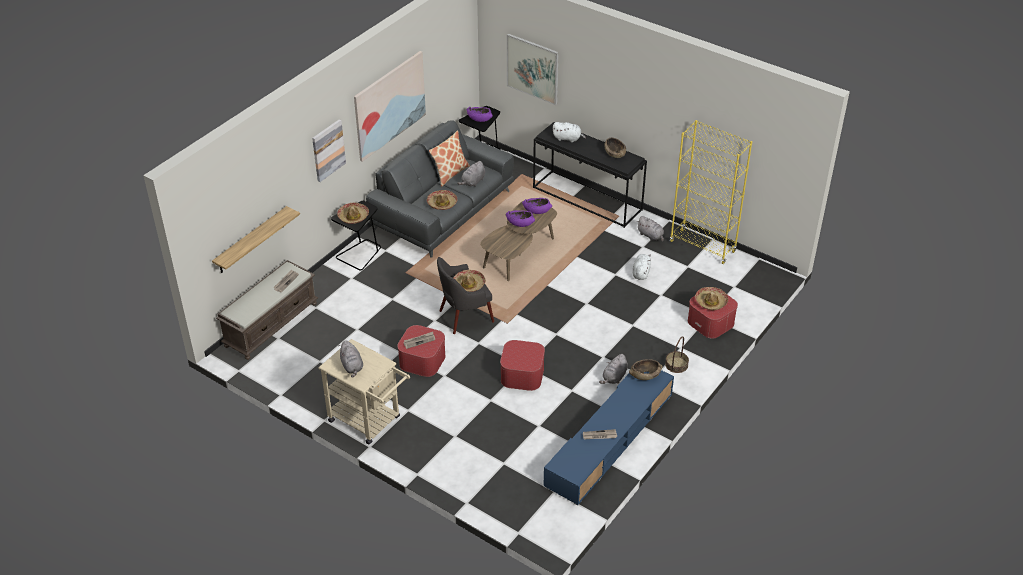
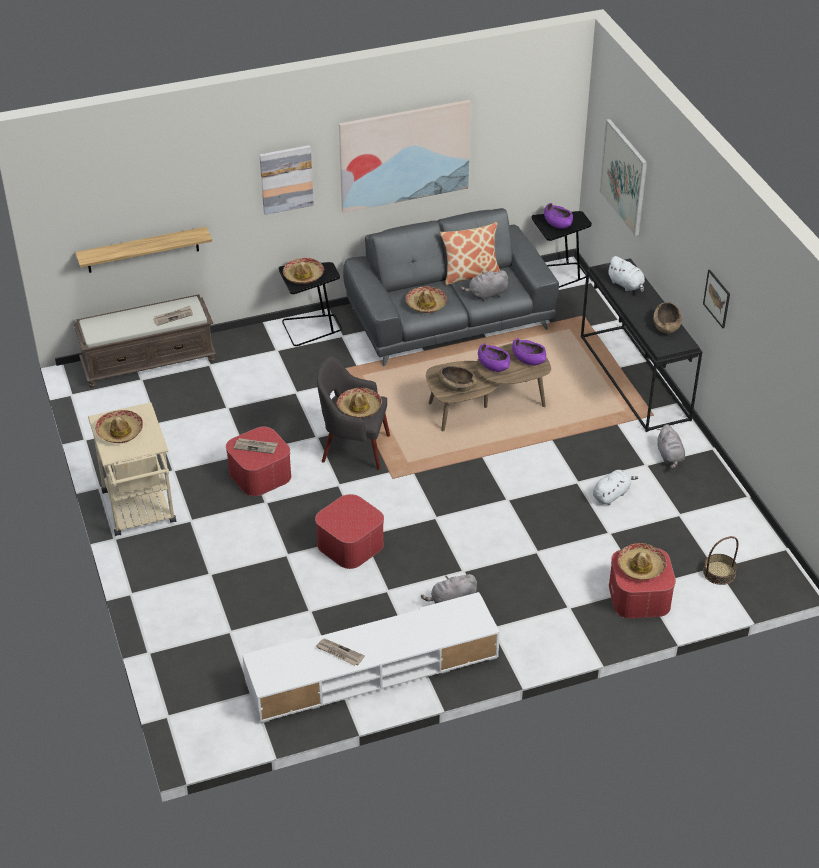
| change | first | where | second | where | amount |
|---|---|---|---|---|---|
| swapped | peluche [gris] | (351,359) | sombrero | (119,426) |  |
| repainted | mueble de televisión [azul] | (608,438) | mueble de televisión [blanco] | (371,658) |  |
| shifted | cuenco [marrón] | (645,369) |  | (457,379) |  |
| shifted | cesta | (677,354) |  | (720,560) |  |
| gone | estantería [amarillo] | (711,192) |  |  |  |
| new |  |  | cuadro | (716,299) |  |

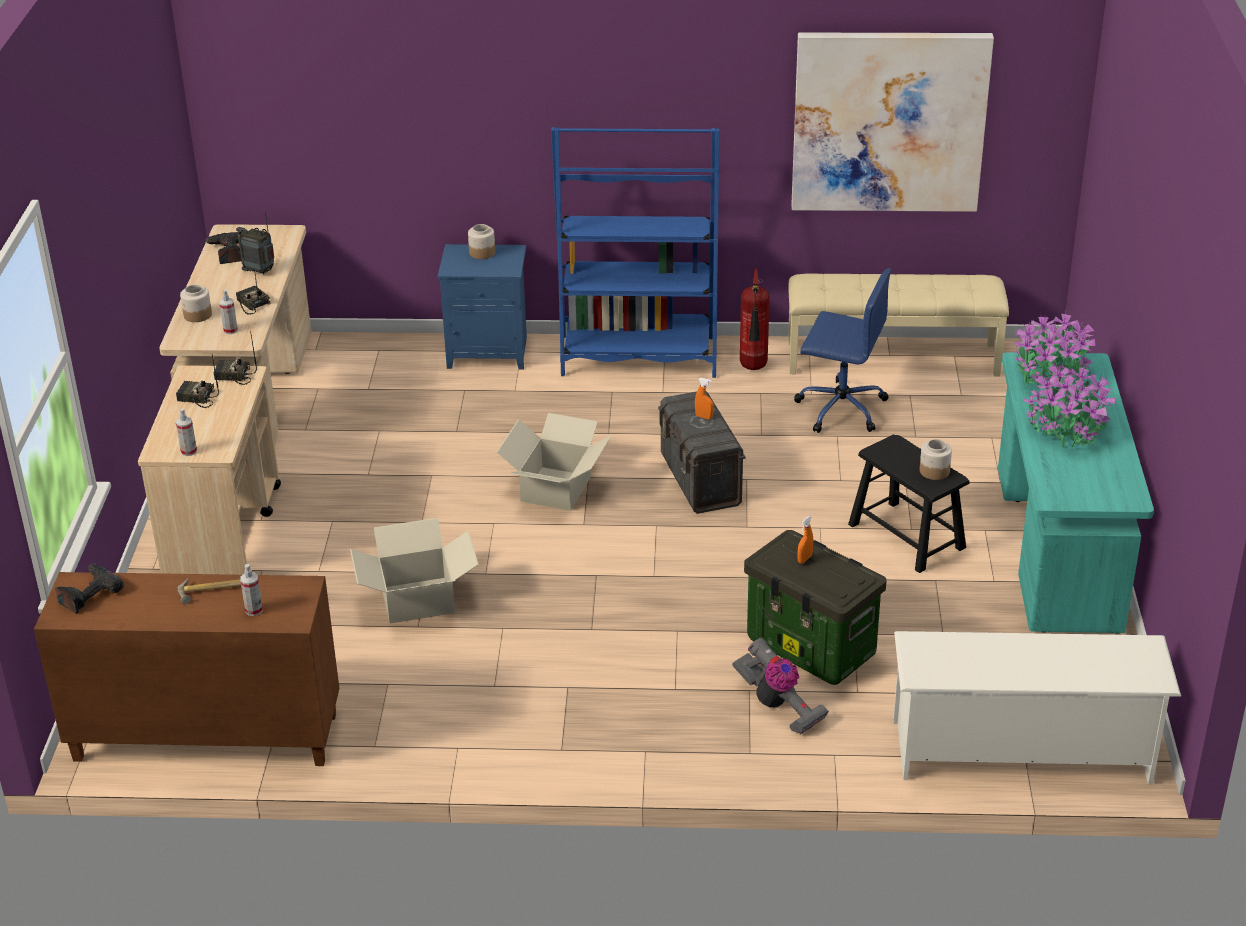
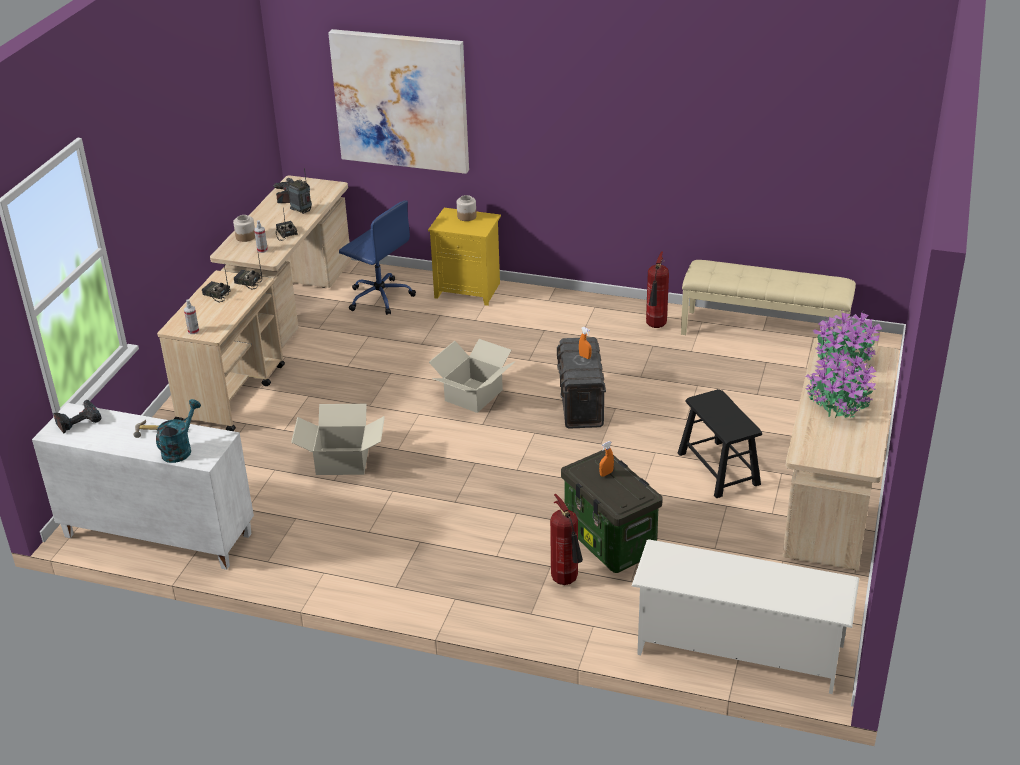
| change | first | where | second | where | amount |
|---|---|---|---|---|---|
| repainted | armario [marrón] | (187,669) | armario [blanco] | (143,486) |  |
| swapped | pulverizador | (251,590) | regadera [turquesa] | (178,431) |  |
| repainted | mesita de noche [azul] | (482,306) | mesita de noche [amarillo] | (464,257) |  |
| gone | estantería [azul] | (635,252) |  |  |  |
| swapped | aspiradora | (780,686) | extintor | (566,539) |  |
| shifted | cuadro | (892,122) |  | (398,101) |  |
| shifted | silla de oficina [azul] | (842,350) |  | (377,257) |  |
| gone | tarro | (936,459) |  |  |  |
| repainted | escritorio [turquesa] | (1076,493) | escritorio [beis] | (841,454) |  |

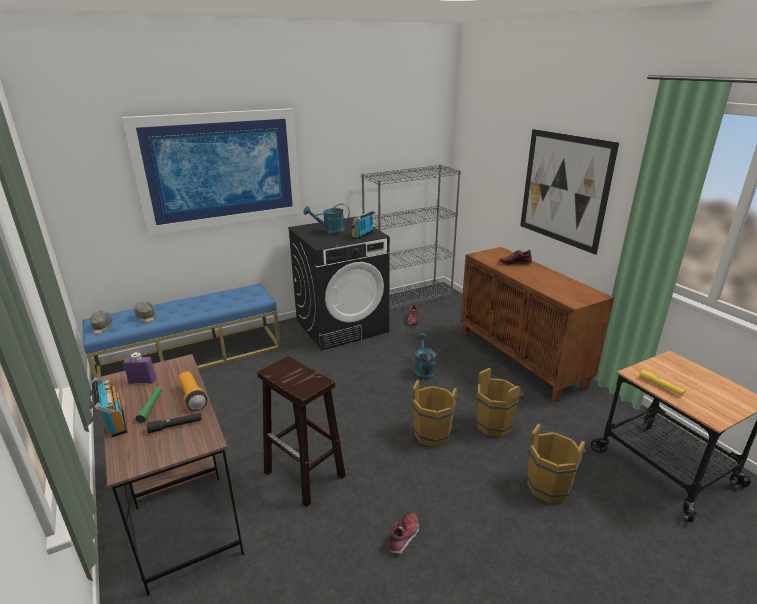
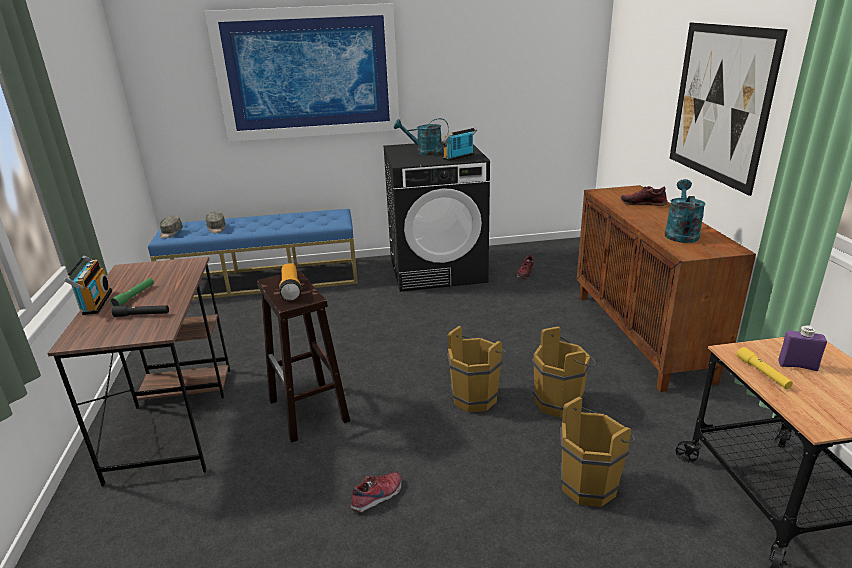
| change | first | where | second | where | amount |
|---|---|---|---|---|---|
| shifted | botella [morado] | (139,368) |  | (802,348) |  |
| shifted | linterna | (192,391) |  | (290,282) |  |
| gone | estantería [gris] | (411,237) |  |  |  |
| shifted | regadera [turquesa] | (425,357) |  | (685,211) |  |

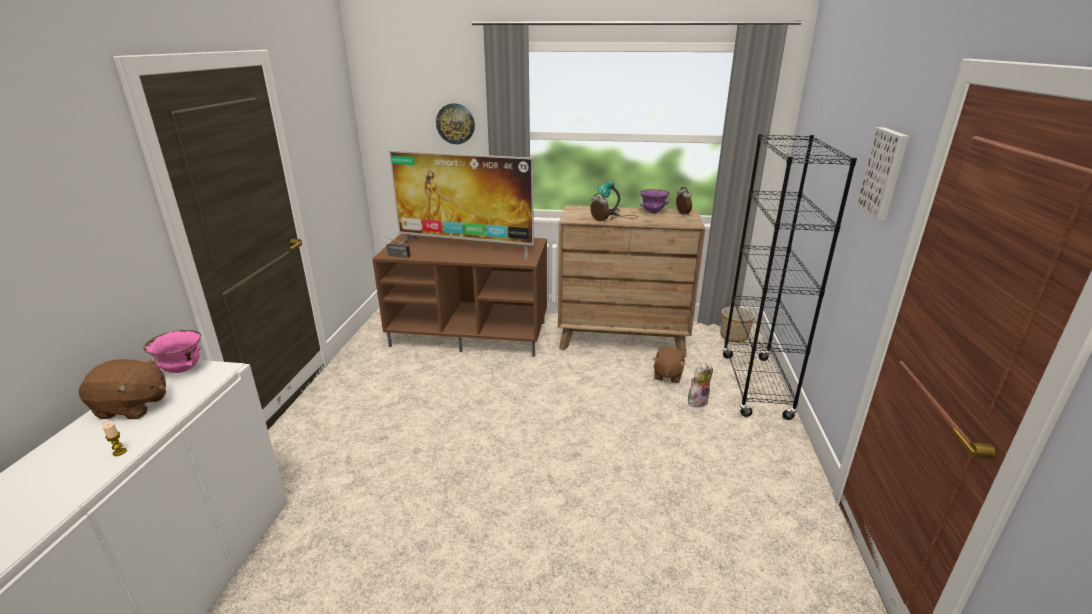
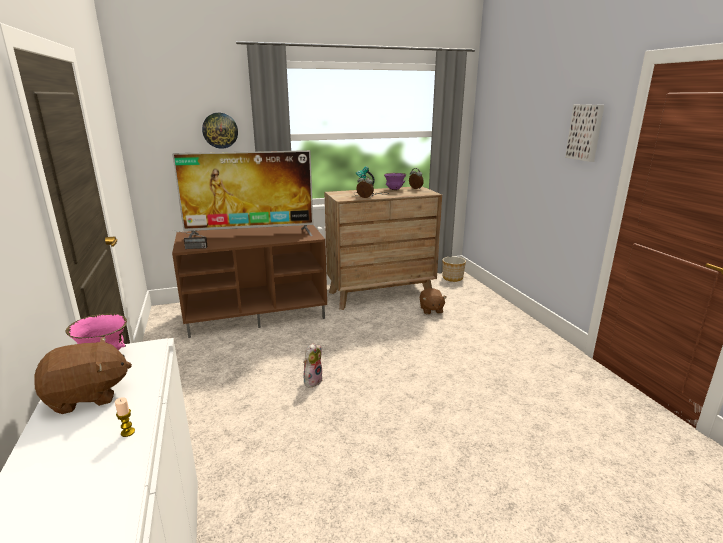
| change | first | where | second | where | amount |
|---|---|---|---|---|---|
| shifted | peluche | (700,385) |  | (313,365) |  |
| gone | estantería [negro] | (789,277) |  |  |  |

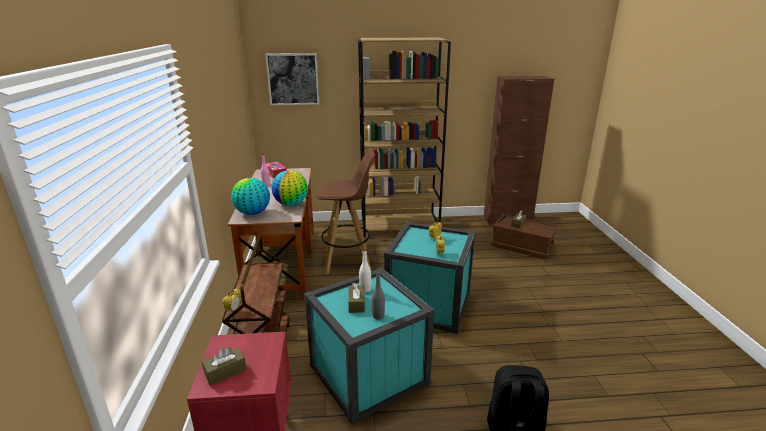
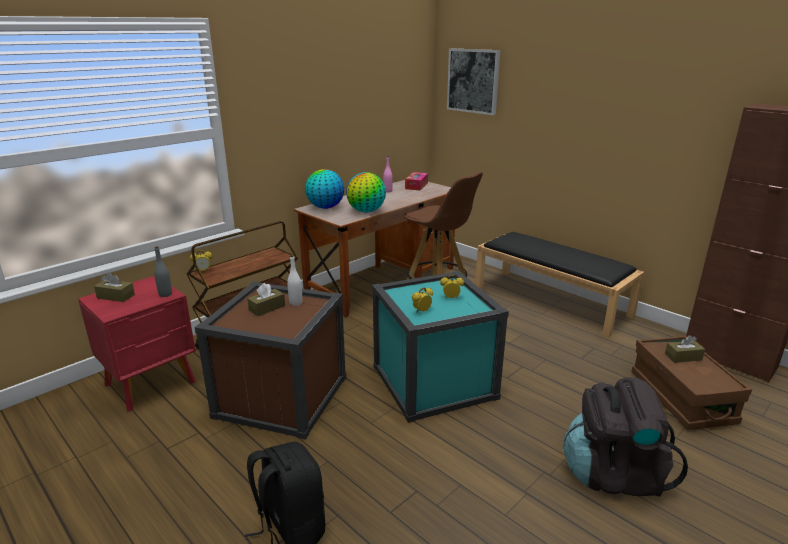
| change | first | where | second | where | amount |
|---|---|---|---|---|---|
| repainted | caja de almacenaje [turquesa] | (369,346) | caja de almacenaje [marrón] | (270,360) |  |
| swapped | estantería [marrón] | (404,137) | banco [negro] | (559,285) |  |
| shifted | botella [gris] | (378,296) |  | (163,271) |  |
| new |  |  | mochila [negro] | (625,437) |  |

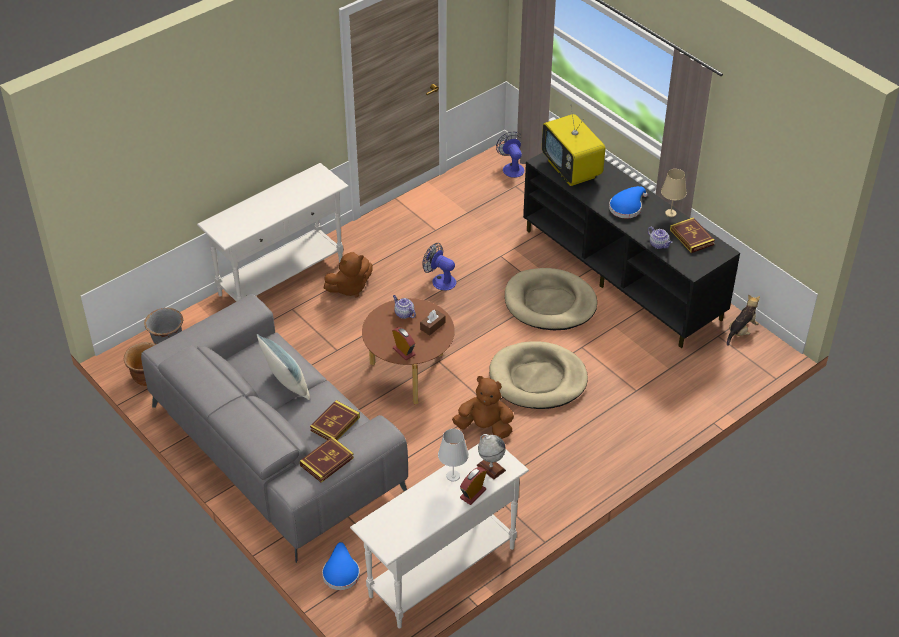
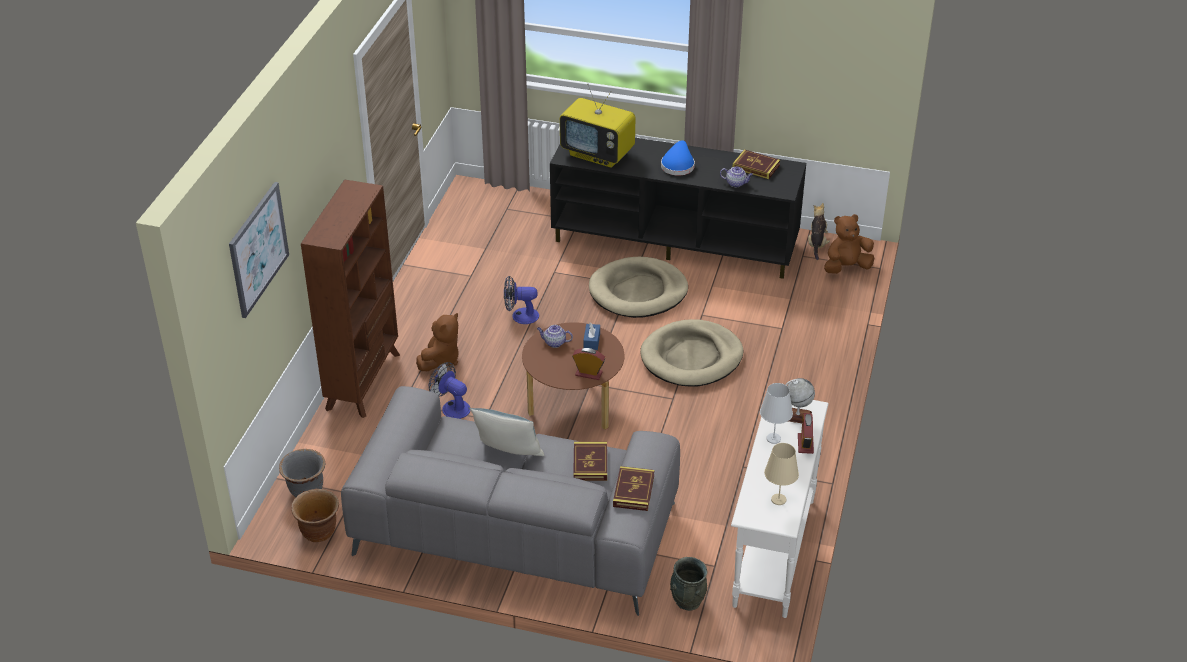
| change | first | where | second | where | amount |
|---|---|---|---|---|---|
| swapped | mesa consola [blanco] | (273,232) | estantería [marrón] | (350,298) |  |
| swapped | sombrero [azul] | (341,566) | florero [gris] | (689,584) |  |
| repainted | caja de pañuelos [marrón] | (433,322) | caja de pañuelos [azul] | (591,336) |  |
| shifted | peluche [marrón] | (483,407) |  | (849,244) |  |
| shifted | ventilador | (510,155) |  | (449,390) |  |
| shifted | lámpara de mesa [beis] | (674,193) |  | (781,474) |  |
| new |  |  | cuadro | (259,250) |  |

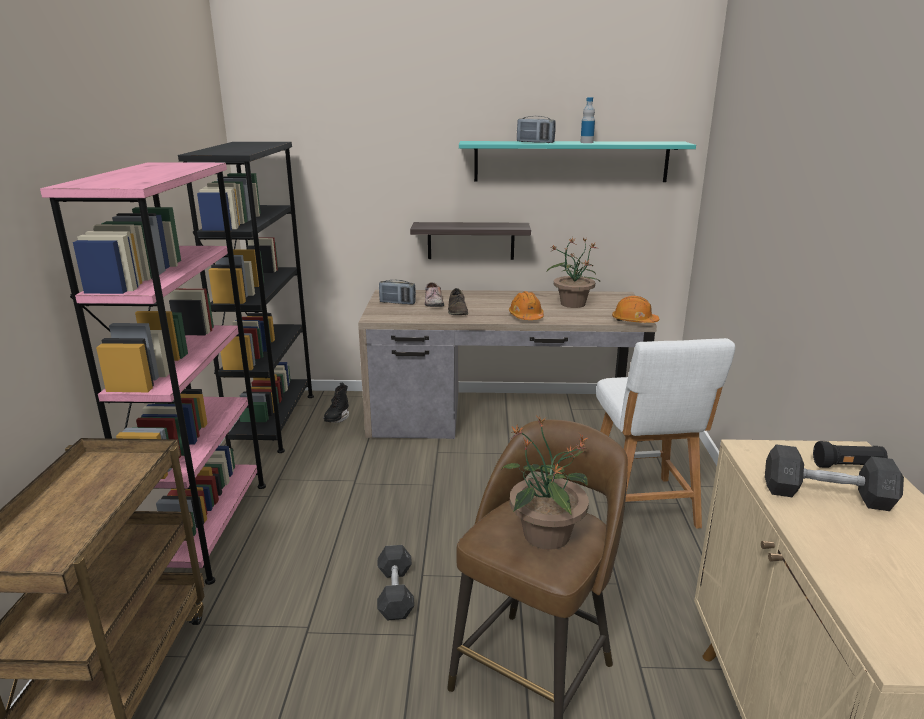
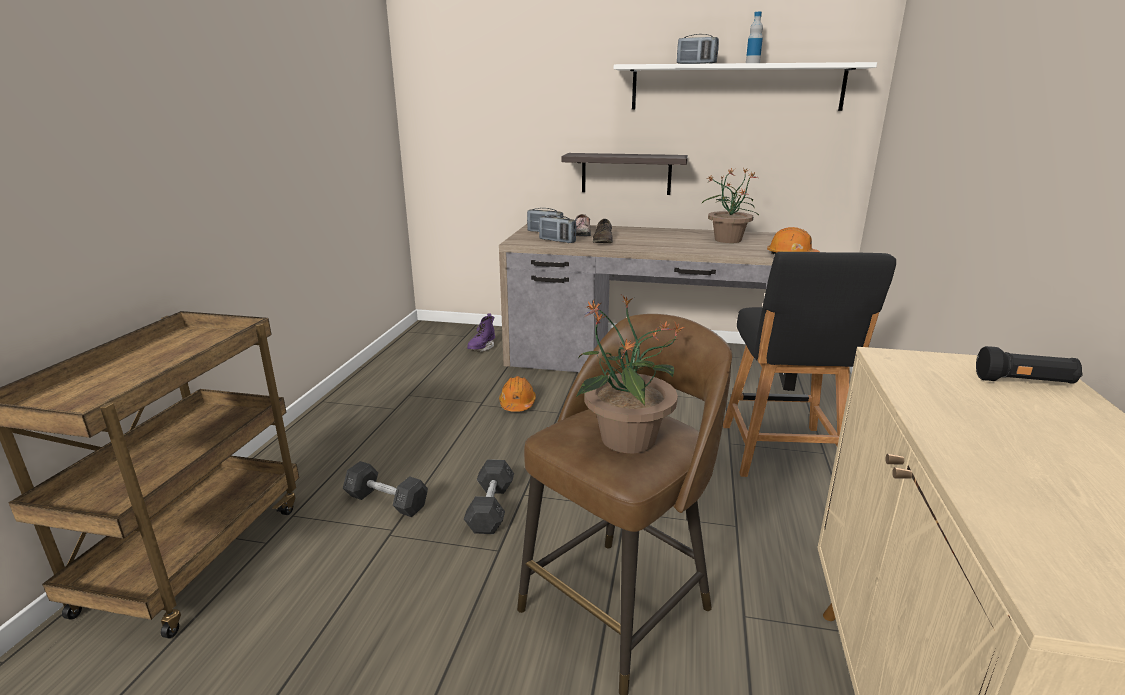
| change | first | where | second | where | amount |
|---|---|---|---|---|---|
| gone | estantería [rosa] | (153,373) |  |  |  |
| gone | estantería [negro] | (246,297) |  |  |  |
| repainted | bota [negro] | (336,402) | bota [morado] | (481,332) |  |
| repainted | estante [turquesa] | (577,161) | estante [blanco] | (745,86) |  |
| shifted | casco [naranja] | (526,305) |  | (517,394) |  |
| repainted | taburete [blanco] | (665,433) | taburete [negro] | (809,364) |  |
| shifted | mancuerna [gris] | (834,477) |  | (385,489) |  |
| new |  |  | radio | (557,229) |  |

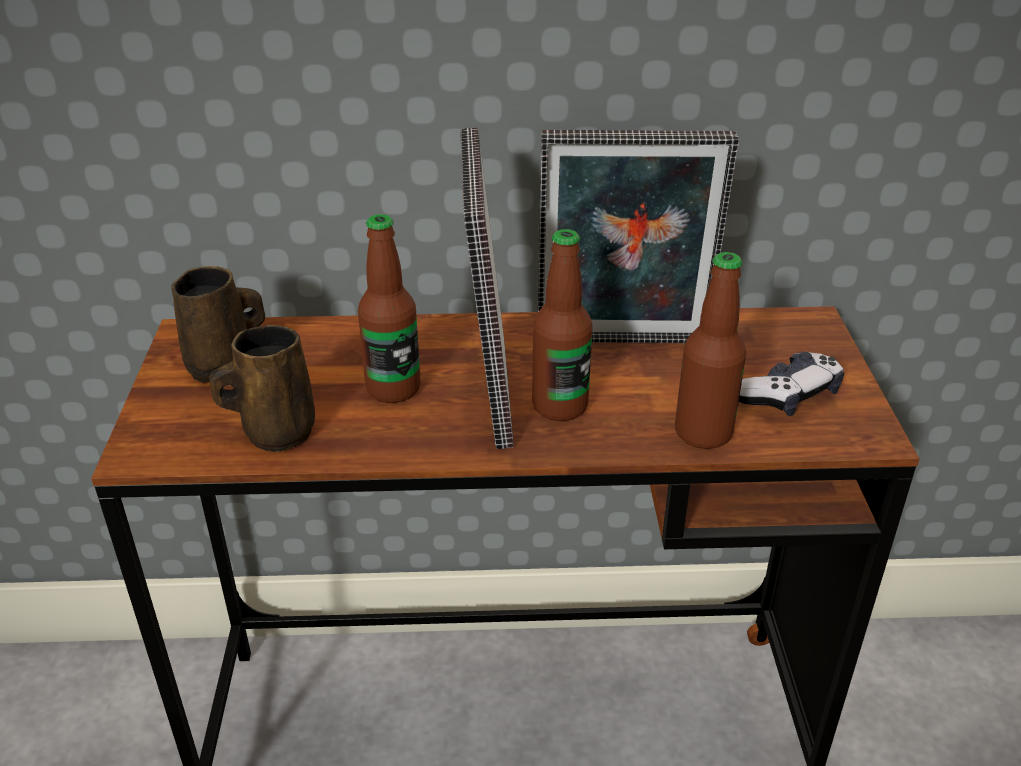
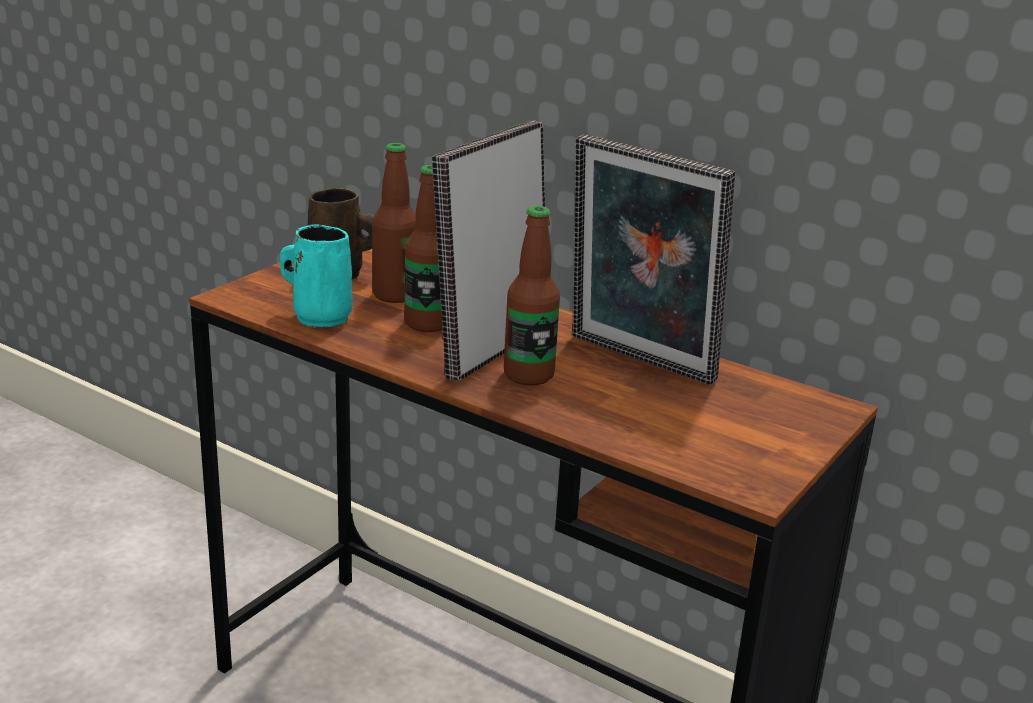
| change | first | where | second | where | amount |
|---|---|---|---|---|---|
| repainted | taza grande [marrón] | (262,388) | taza grande [turquesa] | (316,275) |  |
| shifted | botella | (710,350) |  | (394,223) |  |
| gone | mando de consola | (791,384) |  |  |  |

